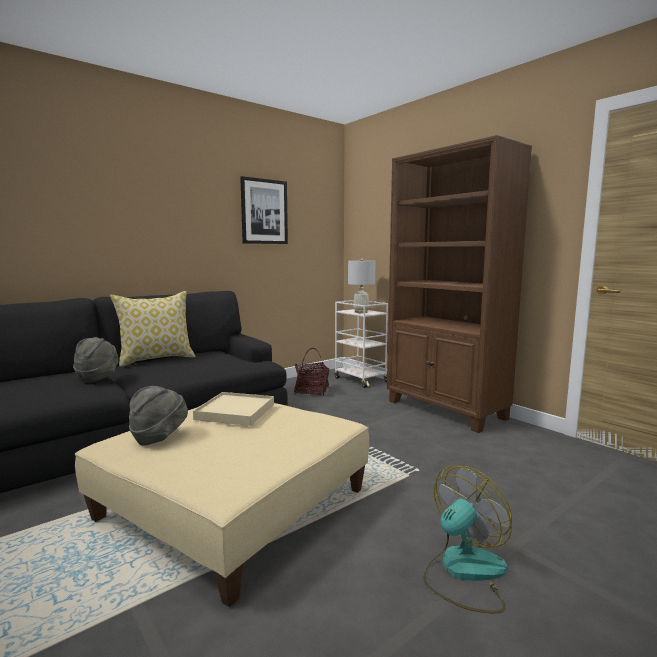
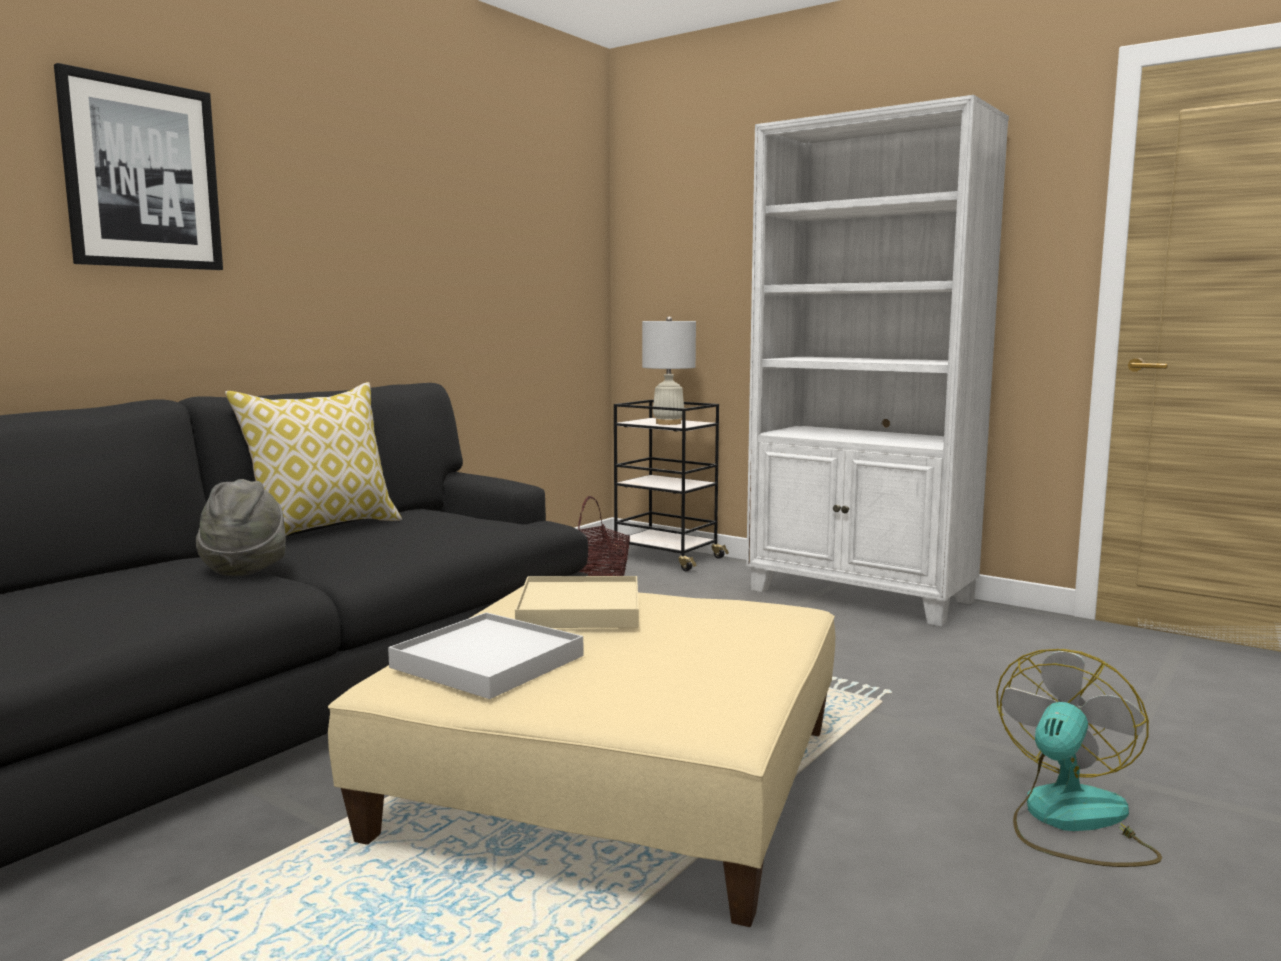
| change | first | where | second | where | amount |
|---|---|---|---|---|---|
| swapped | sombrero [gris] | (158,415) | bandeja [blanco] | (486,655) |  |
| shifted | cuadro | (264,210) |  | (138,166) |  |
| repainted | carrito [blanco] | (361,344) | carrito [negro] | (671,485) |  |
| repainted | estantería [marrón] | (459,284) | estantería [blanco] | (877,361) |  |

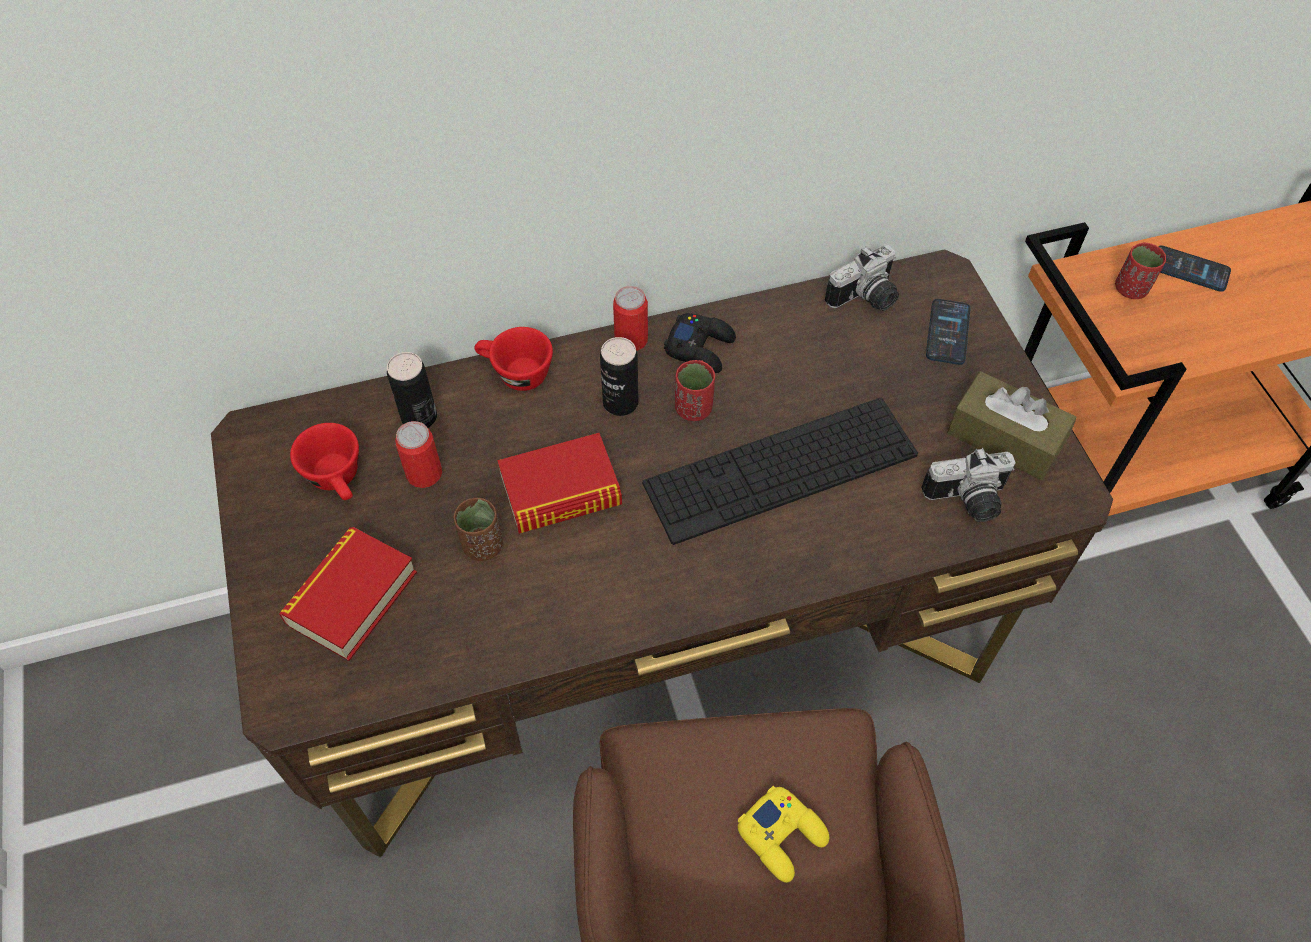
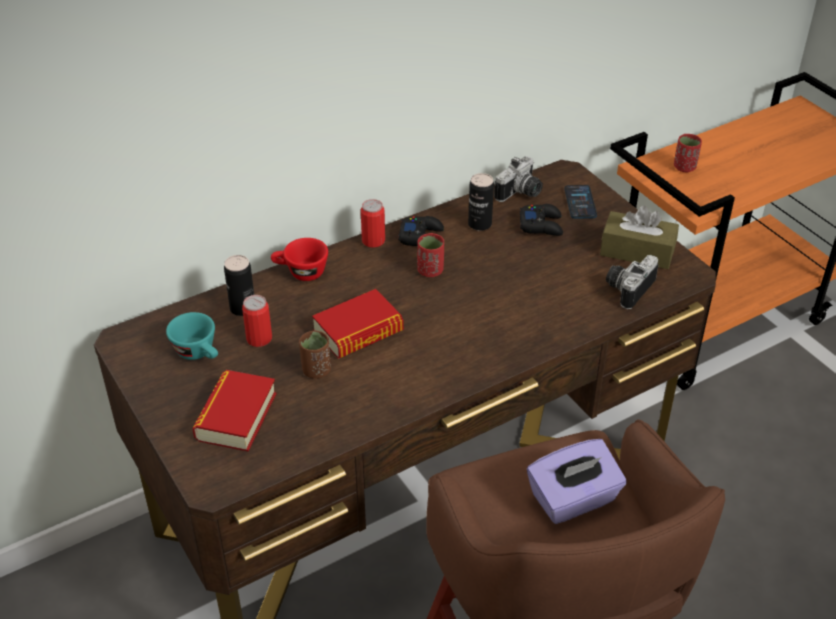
| change | first | where | second | where | amount |
|---|---|---|---|---|---|
| repainted | taza [rojo] | (324,461) | taza [turquesa] | (192,336) |  |
| shifted | lata | (619,376) |  | (481,202) |  |
| gone | teclado | (780,471) |  |  |  |
| swapped | mando de consola [amarillo] | (783,834) | caja de pañuelos [morado] | (577,481) |  |
| rotated | cámara | (968,485) |  | (632,282) | 150 degrees clockwise |
| gone | móvil | (1194,269) |  |  |  |
| new |  |  | mando de consola [negro] | (541,220) |  |

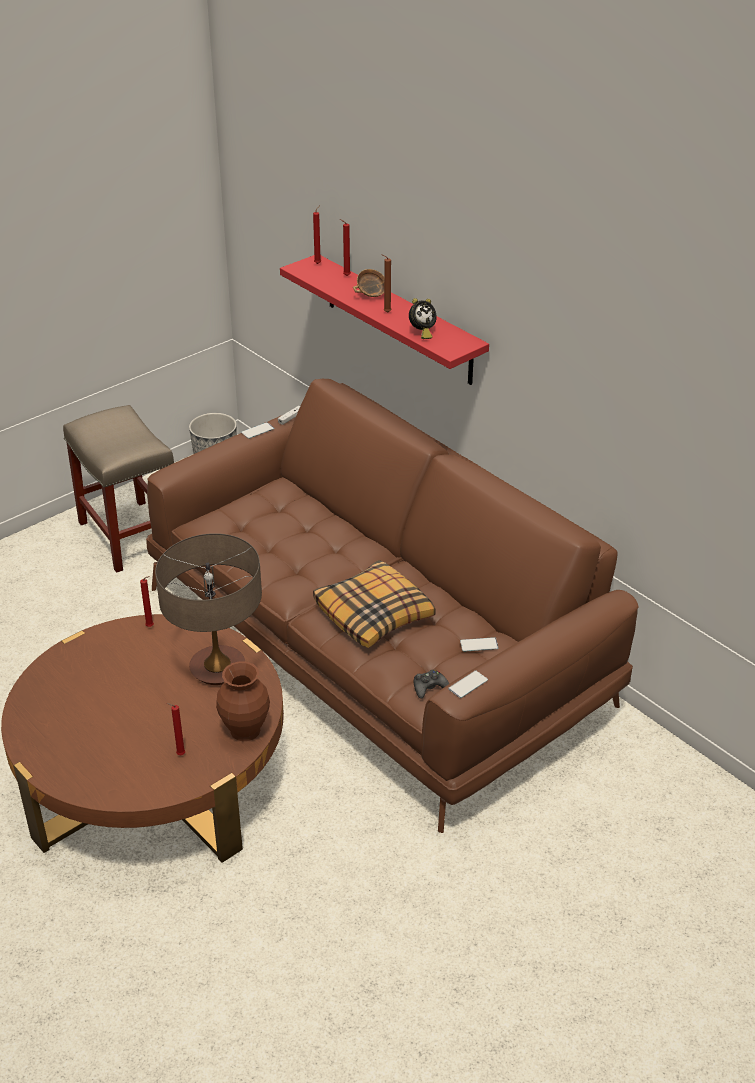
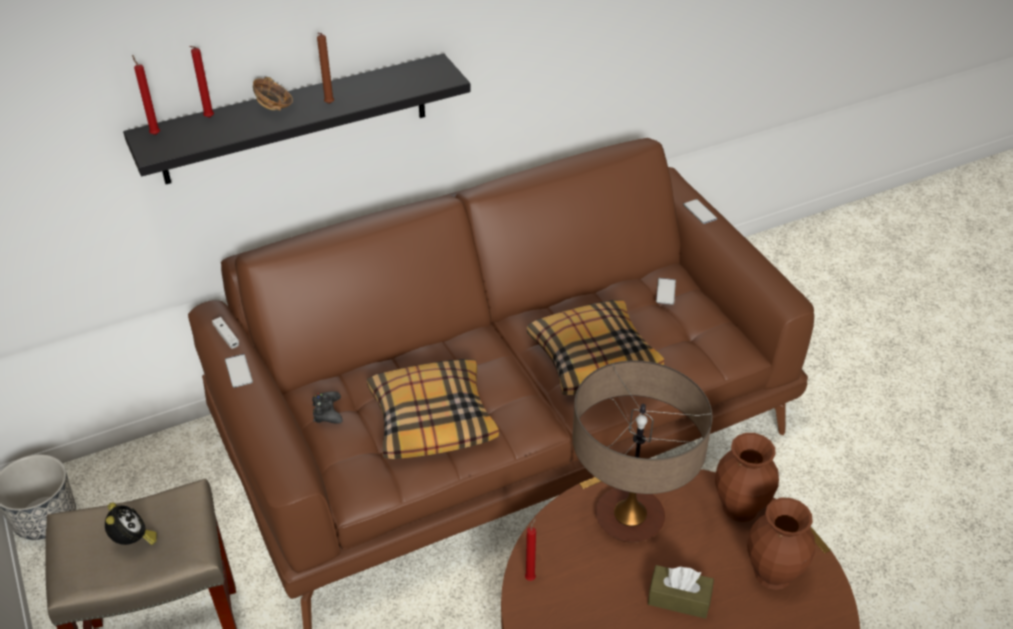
| change | first | where | second | where | amount |
|---|---|---|---|---|---|
| swapped | vela [rojo] | (175,729) | florero [marrón] | (781,544) |  |
| repainted | estante [rojo] | (384,320) | estante [negro] | (297,118) |  |
| shifted | despertador | (423,318) |  | (131,523) |  |
| shifted | mando de consola [negro] | (431,684) |  | (327,407) |  |
| shifted | móvil | (468,684) |  | (700,211) |  |
| new |  |  | cojín | (433,409) |  |
| new |  |  | caja de pañuelos [marrón] | (681,592) |  |

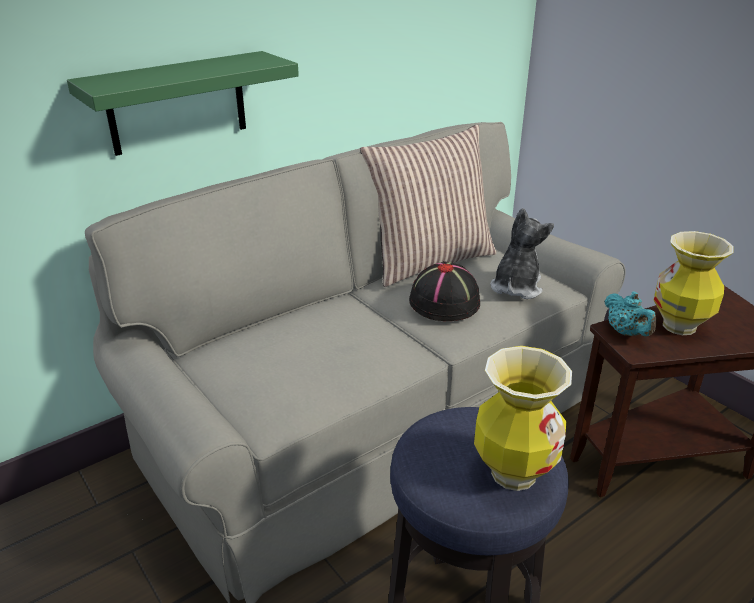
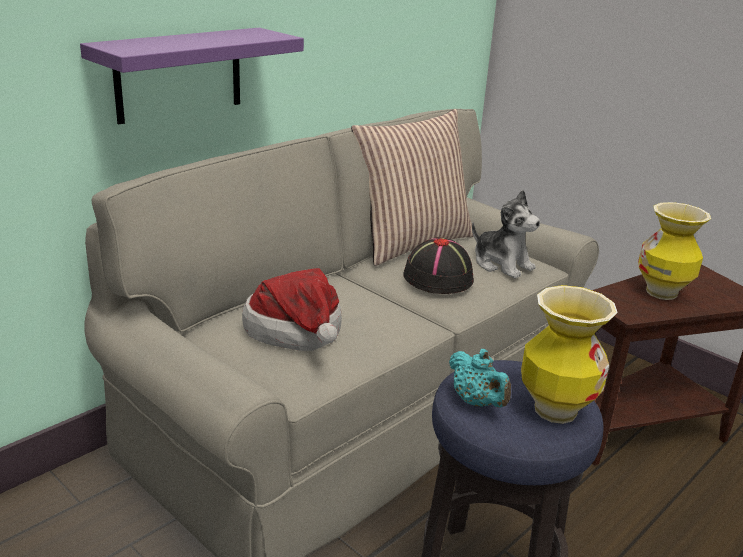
| change | first | where | second | where | amount |
|---|---|---|---|---|---|
| repainted | estante [verde] | (183,103) | estante [morado] | (192,76) |  |
| rotated | peluche | (522,253) |  | (506,234) | 120 degrees clockwise |
| shifted | tetera [turquesa] | (631,314) |  | (480,378) |  |
| new |  |  | sombrero | (292,309) |  |

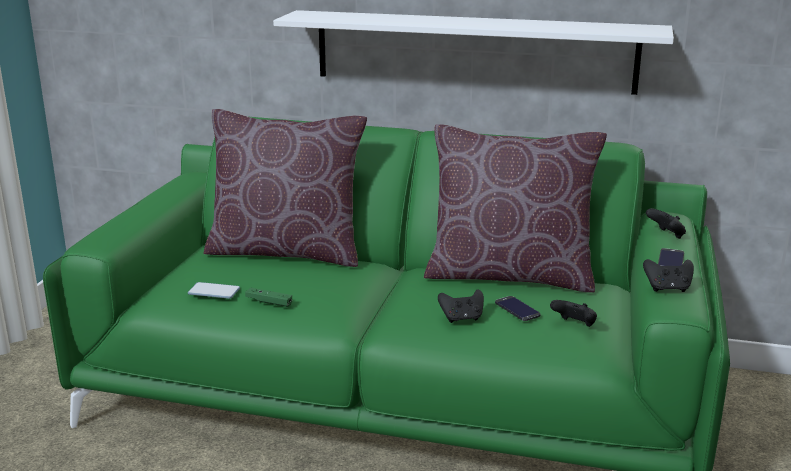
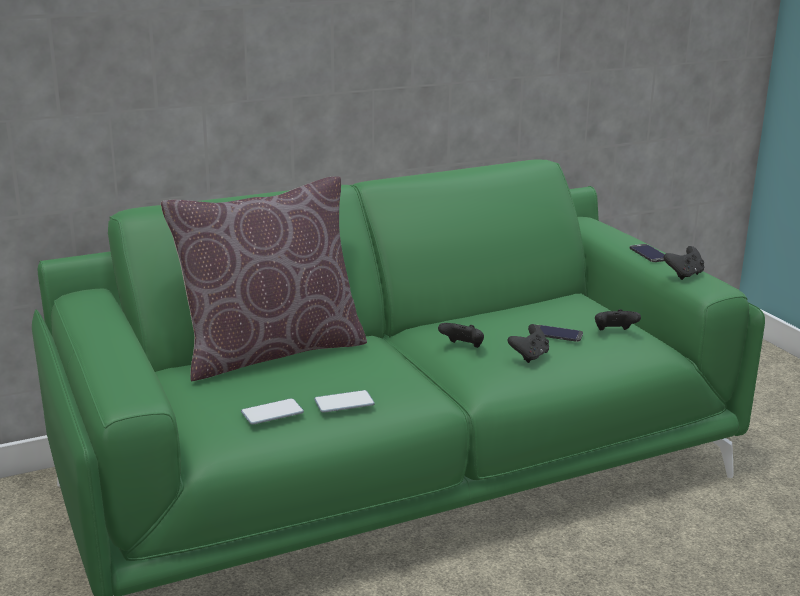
| change | first | where | second | where | amount |
|---|---|---|---|---|---|
| swapped | mando de consola [verde] | (268,297) | móvil | (344,401) |  |
| gone | estante [blanco] | (473,52) |  |  |  |
| gone | cojín [marrón] | (515,208) |  |  |  |
| shifted | mando de consola [negro] | (666,223) |  | (461,335) |  |

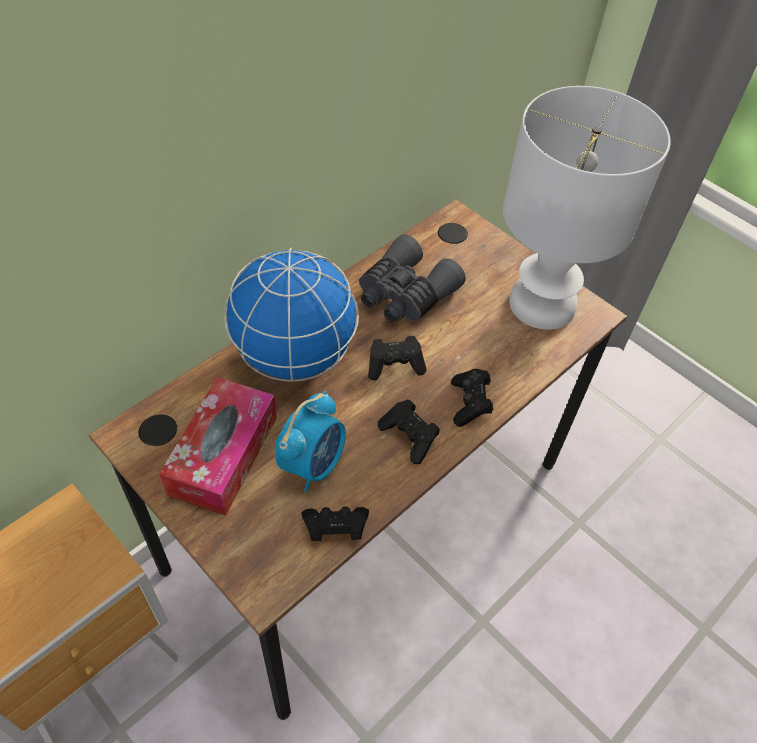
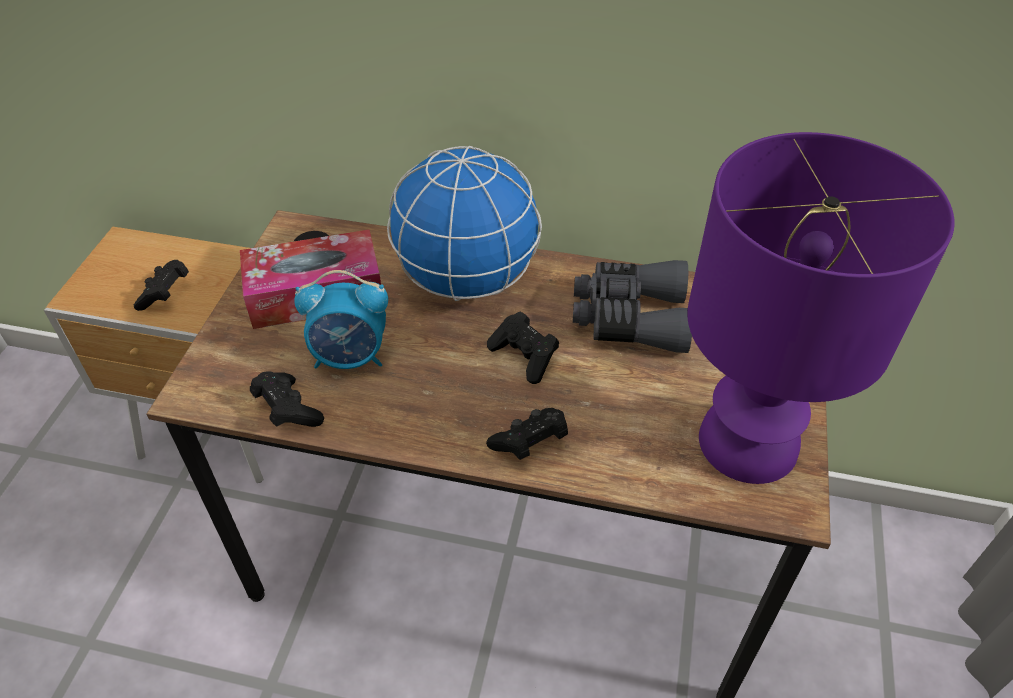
| change | first | where | second | where | amount |
|---|---|---|---|---|---|
| shifted | mando de consola [negro] | (409,431) |  | (161,285) |  |
| repainted | lámpara de mesa [blanco] | (587,208) | lámpara de mesa [morado] | (821,308) |  |

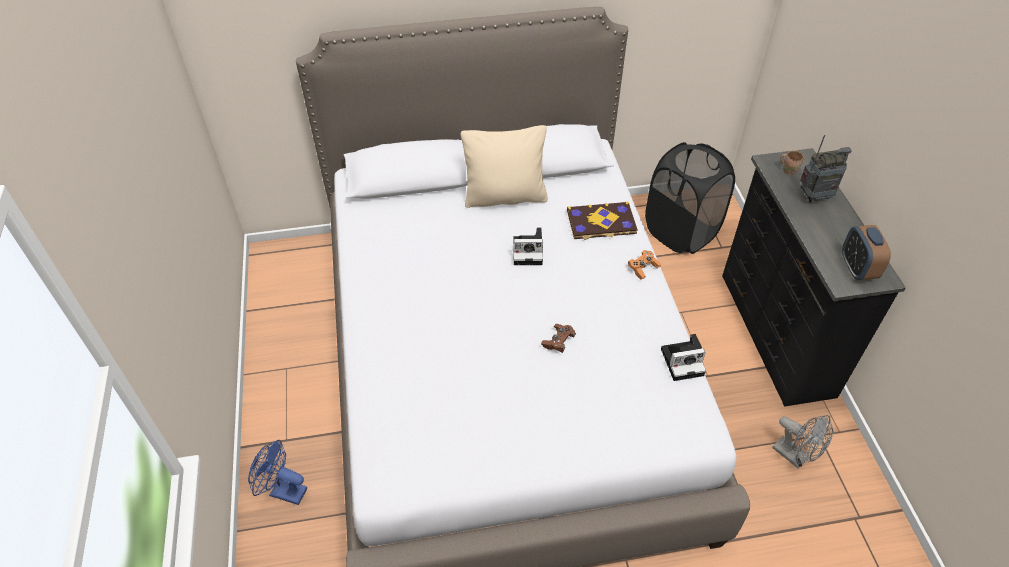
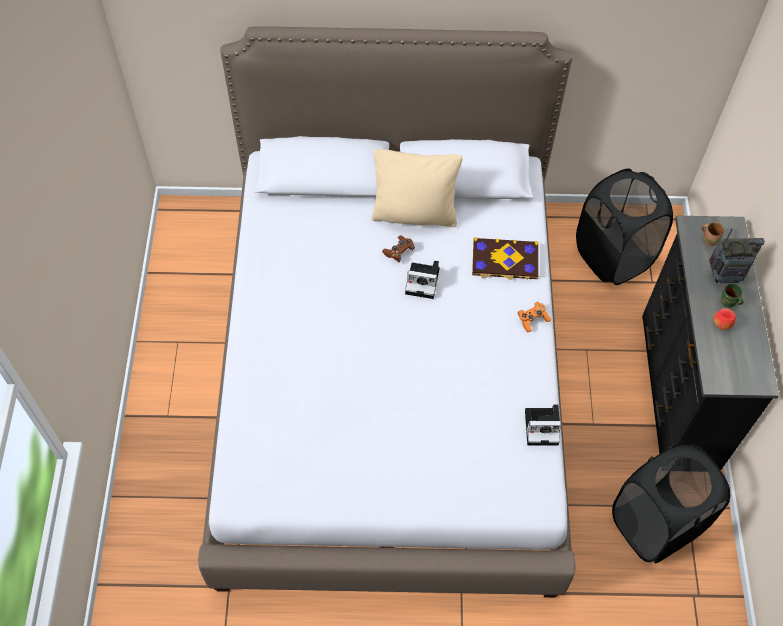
| change | first | where | second | where | amount |
|---|---|---|---|---|---|
| gone | ventilador [azul] | (277,472) |  |  |  |
| shifted | mando de consola [marrón] | (558,338) |  | (398,249) |  |
| swapped | ventilador [gris] | (802,442) | cesto de la ropa [negro] | (671,503) |  |
| gone | despertador | (866,252) |  |  |  |
| new |  |  | manzana | (724,319) |  |
| new |  |  | taza grande [verde] | (732,295) |  |

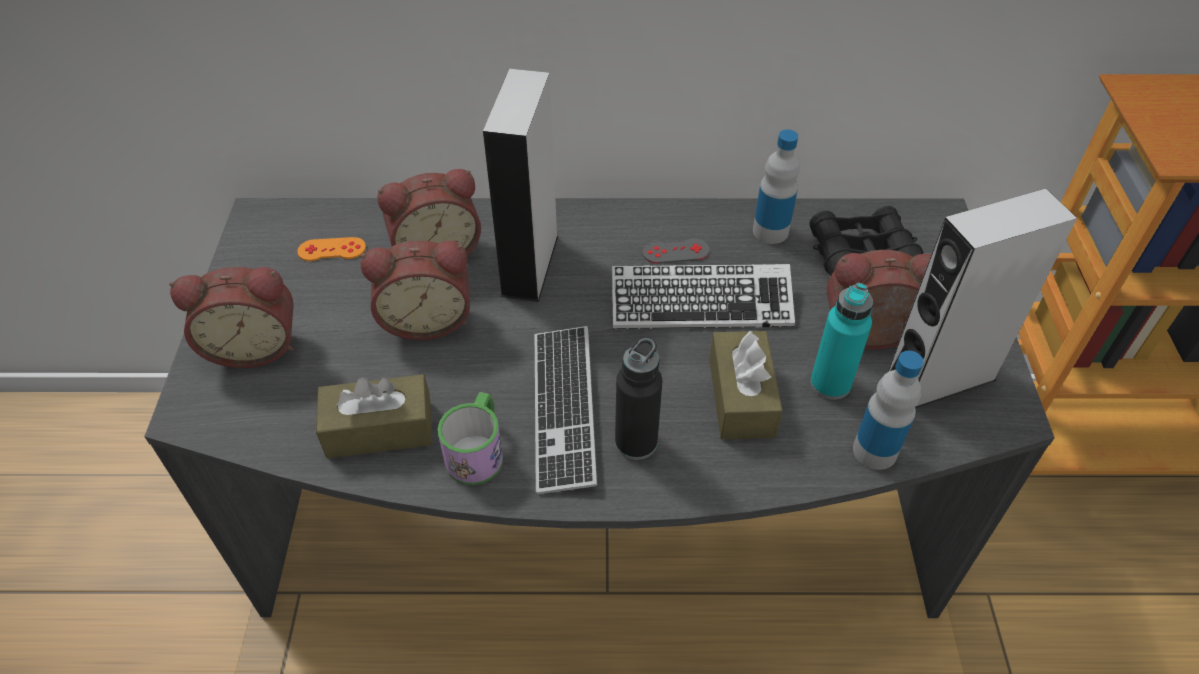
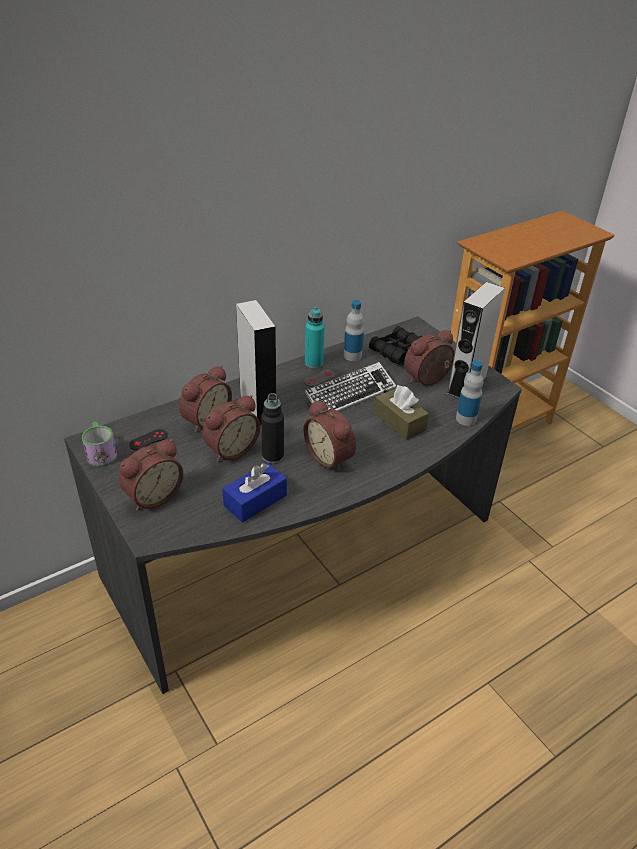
| change | first | where | second | where | amount |
|---|---|---|---|---|---|
| repainted | mando de consola [naranja] | (331,249) | mando de consola [negro] | (148,439) |  |
| repainted | caja de pañuelos [marrón] | (374,416) | caja de pañuelos [azul] | (254,492) |  |
| shifted | taza grande | (470,438) |  | (99,444) |  |
| swapped | teclado | (566,410) | despertador | (329,436) |  |
| shifted | botella [negro] | (638,398) |  | (272,428) |  |
| shifted | botella [turquesa] | (841,341) |  | (315,338) |  |

